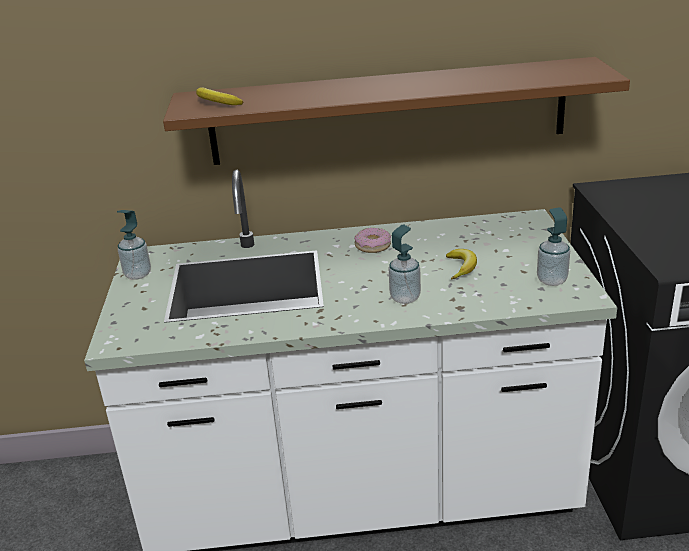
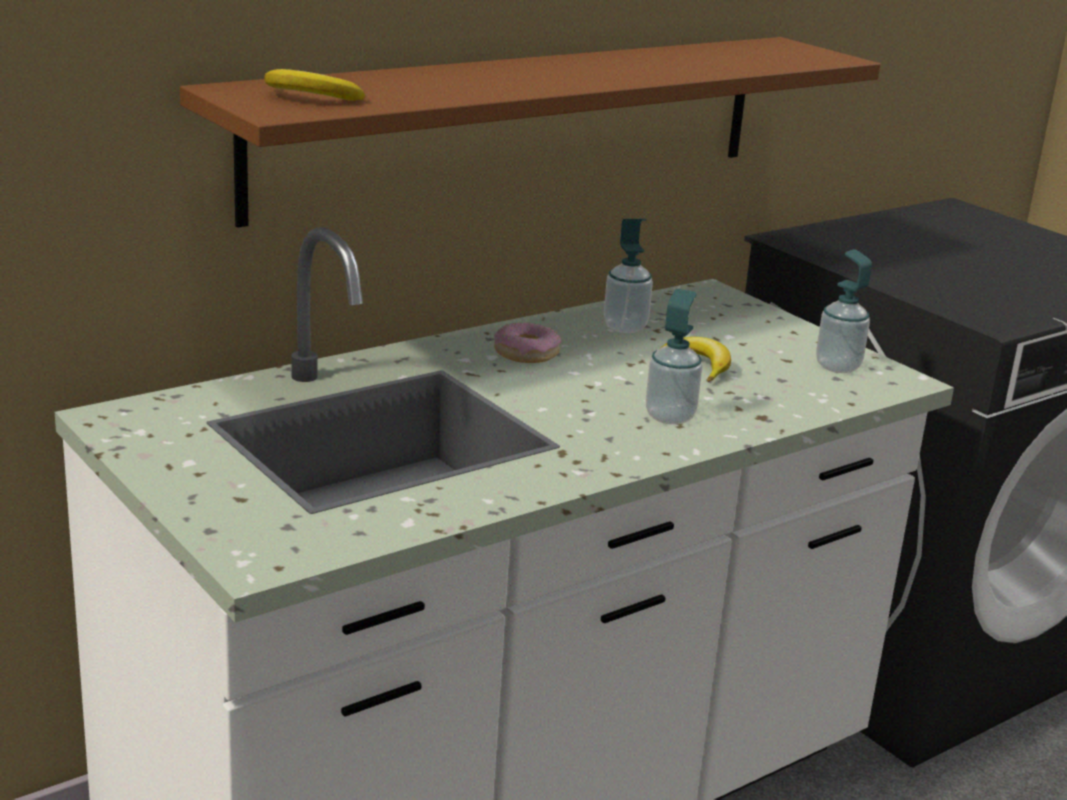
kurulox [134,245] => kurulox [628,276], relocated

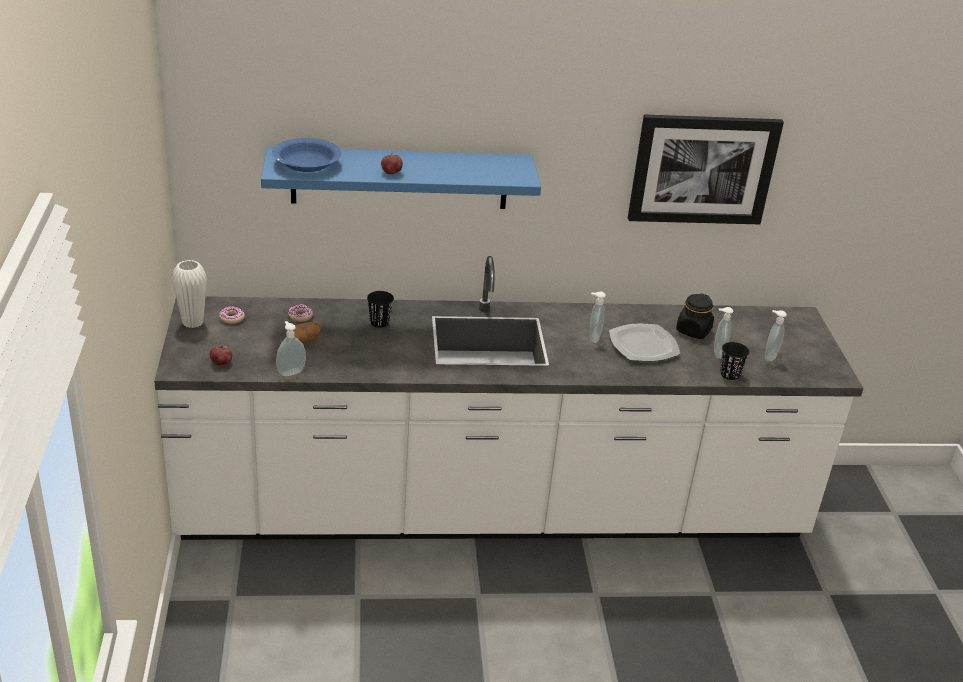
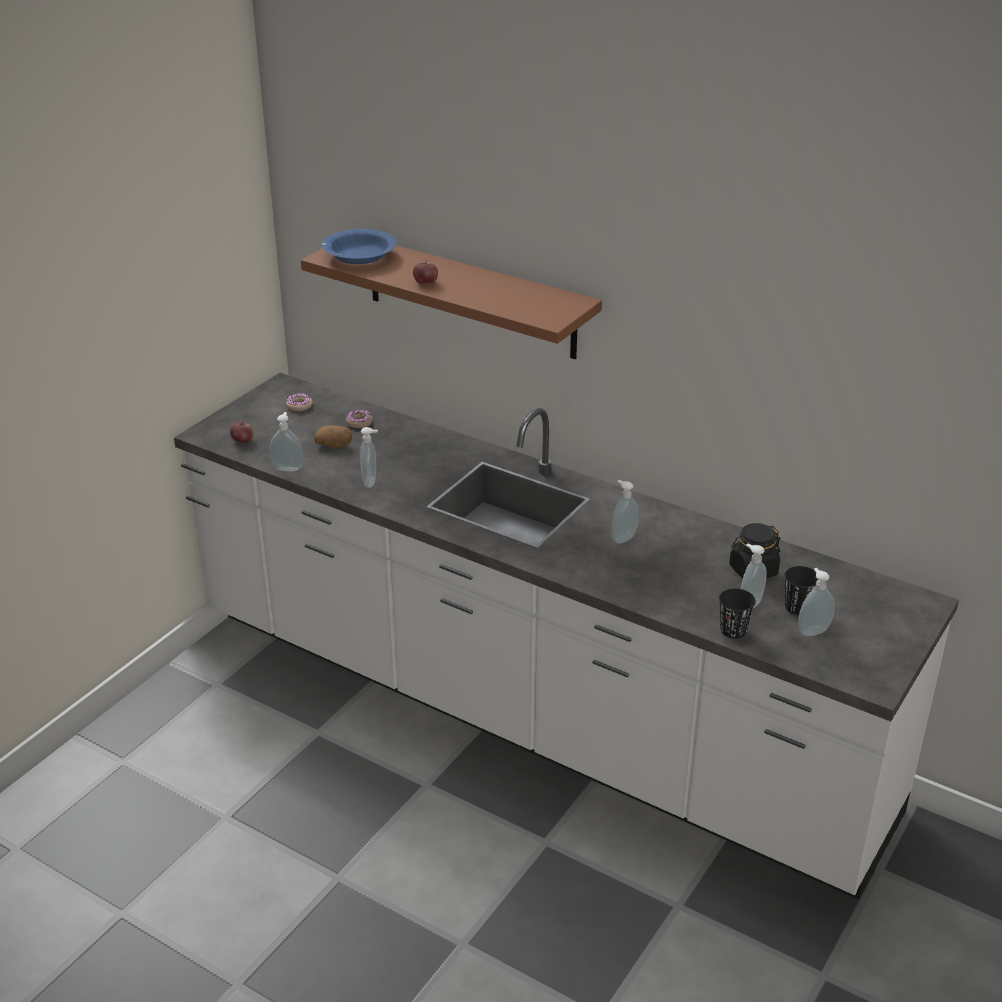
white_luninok [189,294] => nothing
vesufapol [644,342] => nothing
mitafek [706,169] => nothing
nothing => kurulox [369,457]
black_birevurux [380,309] => black_birevurux [801,590], relocated
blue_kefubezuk [401,177] => brown_kefubezuk [451,302]

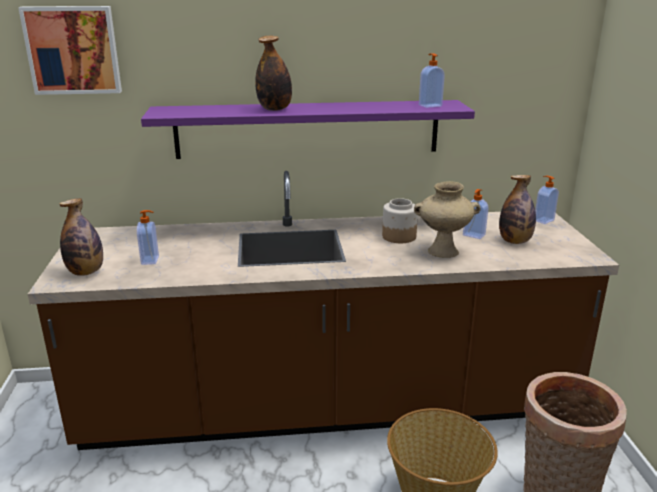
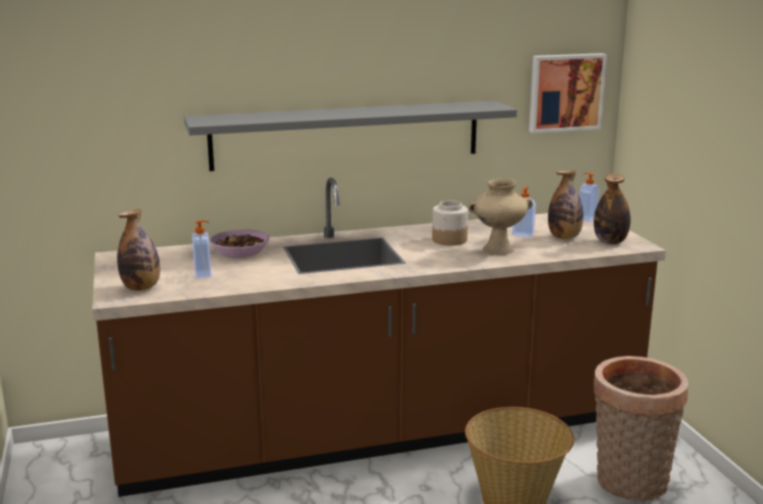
kurulox [432,80] => nothing
nothing => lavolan [239,243]
mitafek [70,50] => mitafek [568,93], relocated
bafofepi [273,73] => bafofepi [612,209], relocated
purple_kefubezuk [308,129] => grey_kefubezuk [350,136]

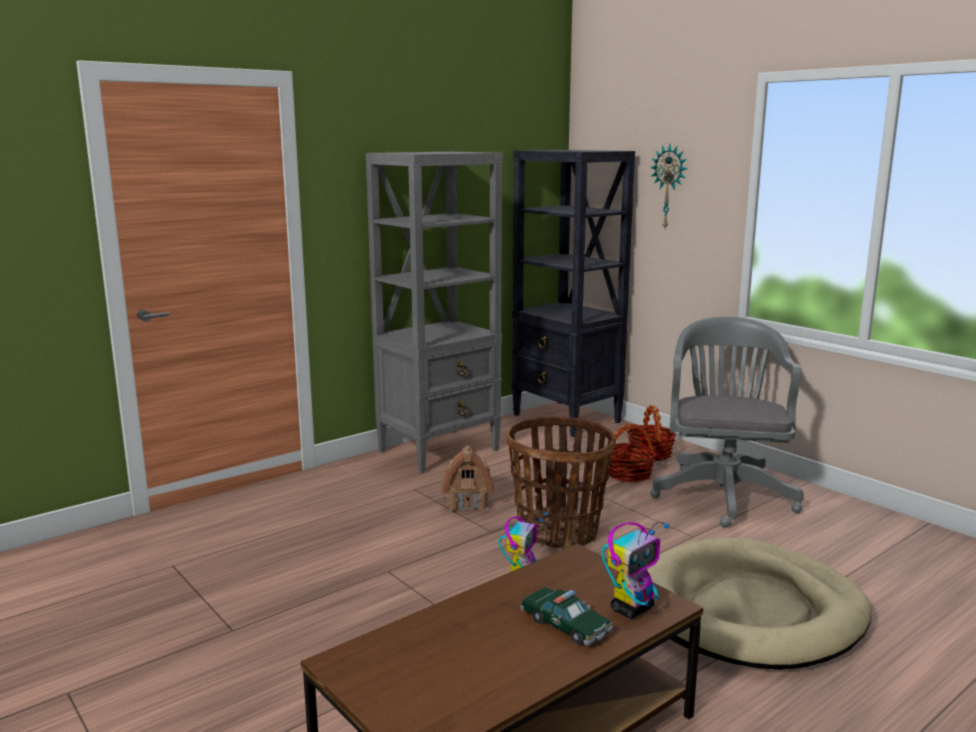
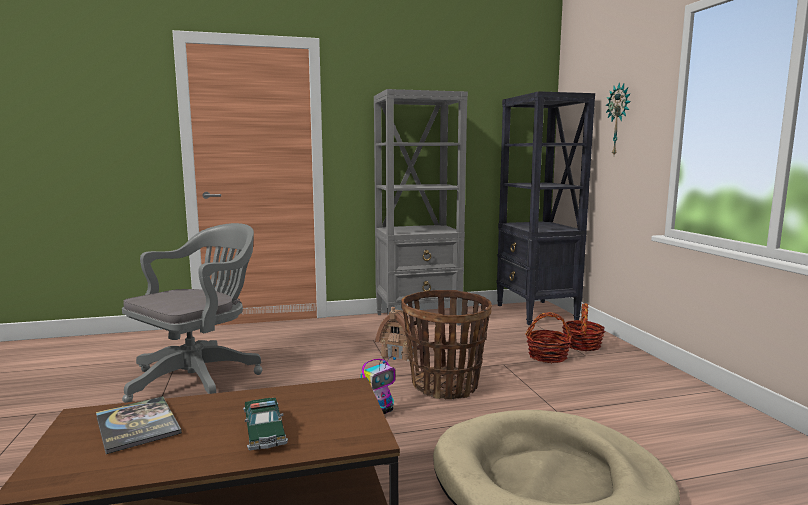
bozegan [635,570] => nothing
nothing => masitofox [139,425]
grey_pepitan [727,422] => grey_pepitan [192,313], relocated

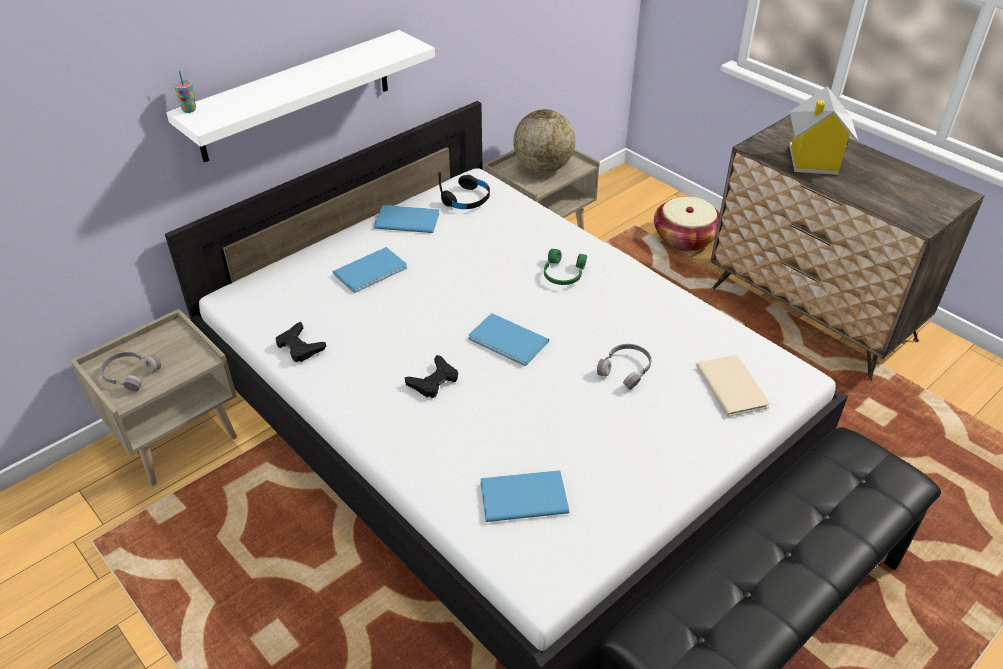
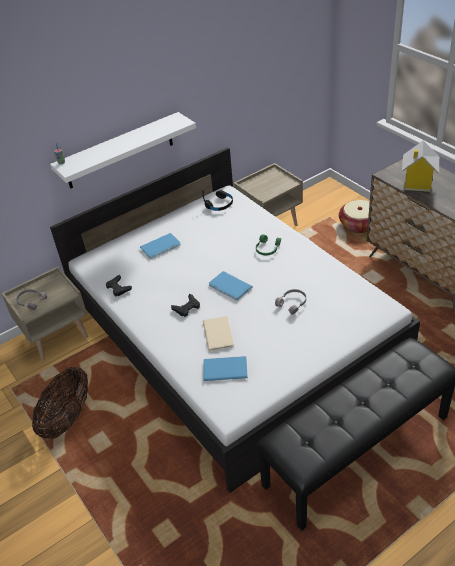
blue_masitofox [407,219] => nothing
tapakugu [544,141] => nothing
nothing => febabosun [60,403]
beige_masitofox [733,386] => beige_masitofox [218,333], relocated

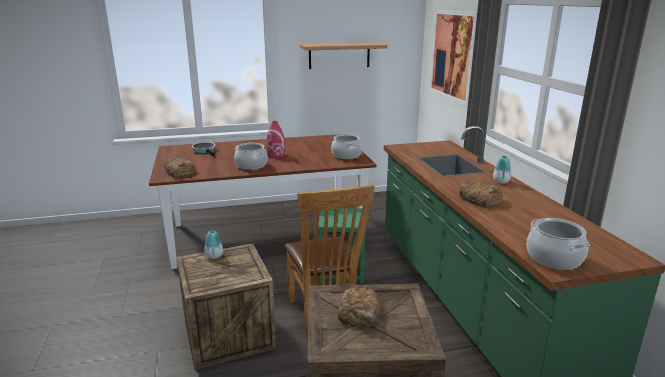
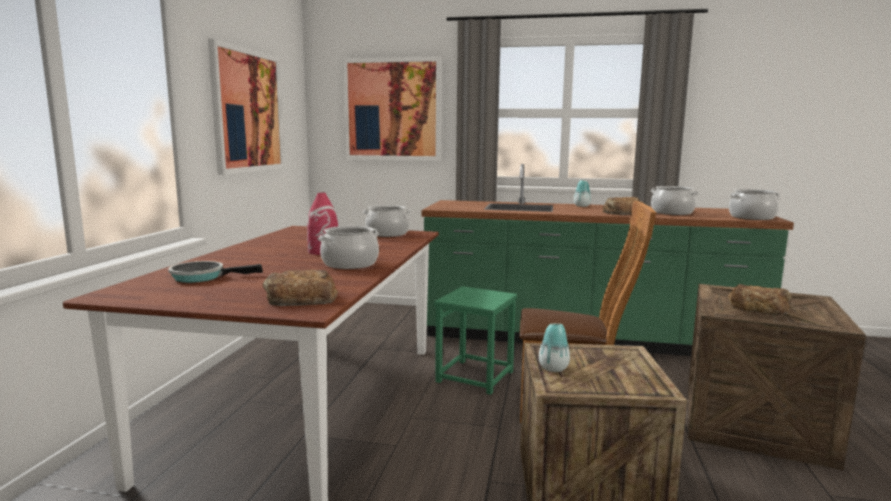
nothing => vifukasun [675,200]
kefubezuk [343,55] => mitafek [246,107]

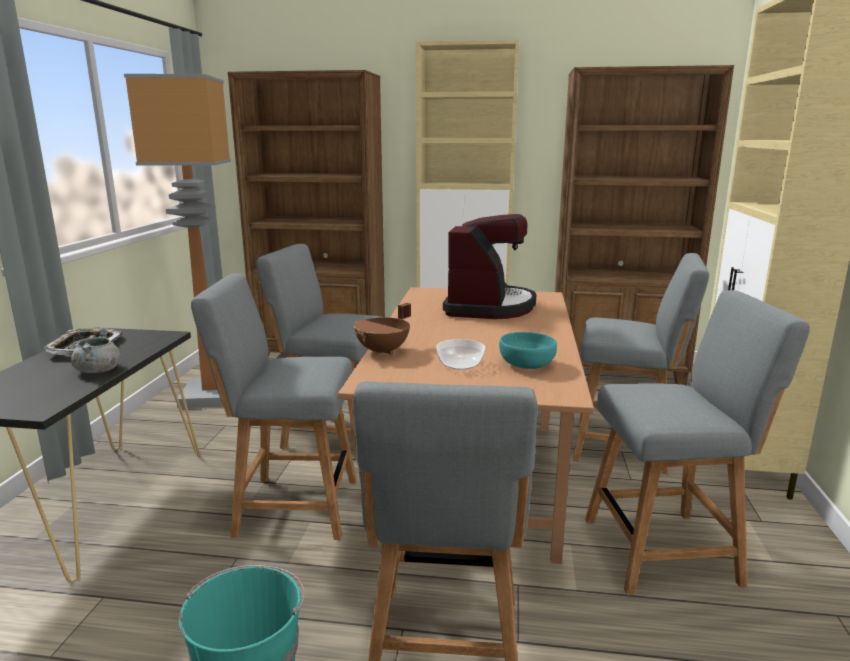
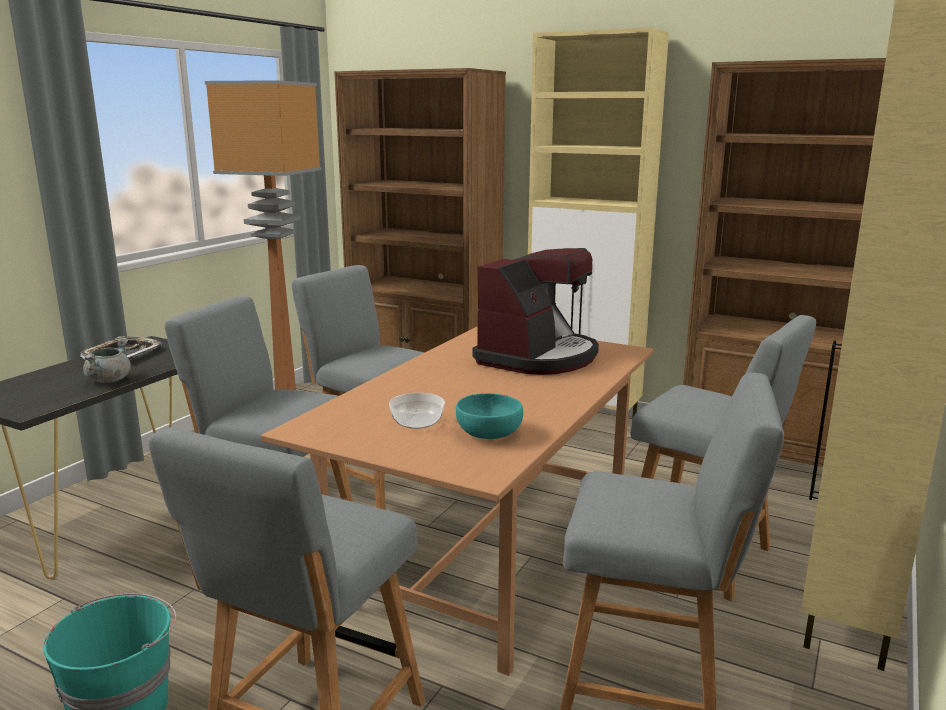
brown_vifukasun [382,329] => nothing

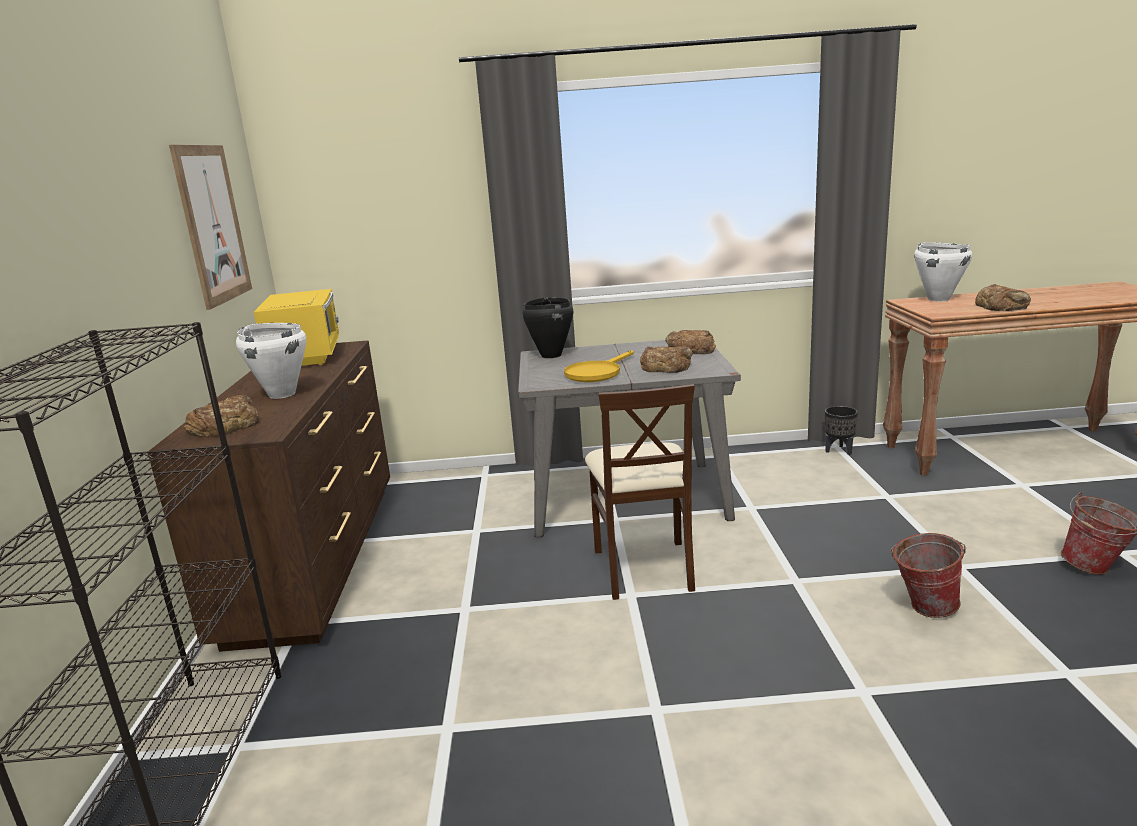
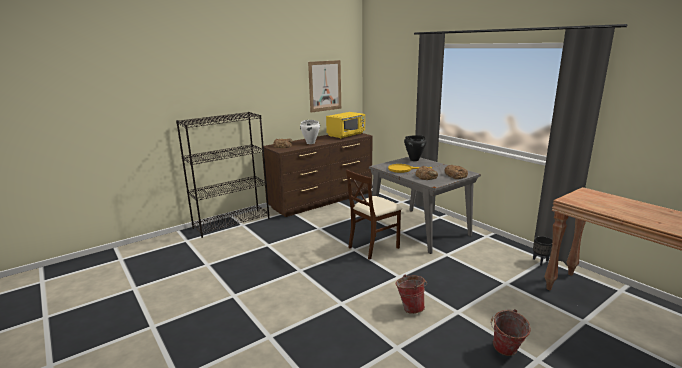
white_vifukasun [943,271] => nothing
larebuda [1003,297] => nothing

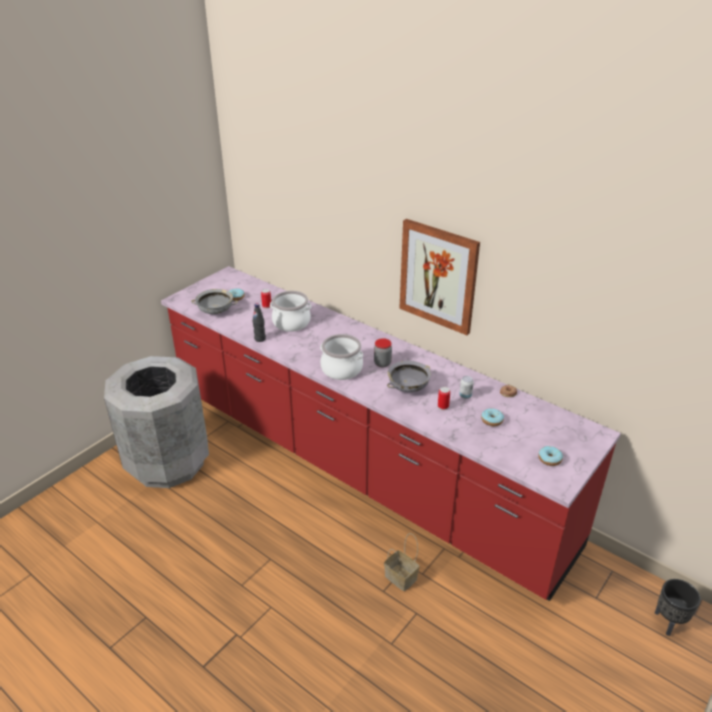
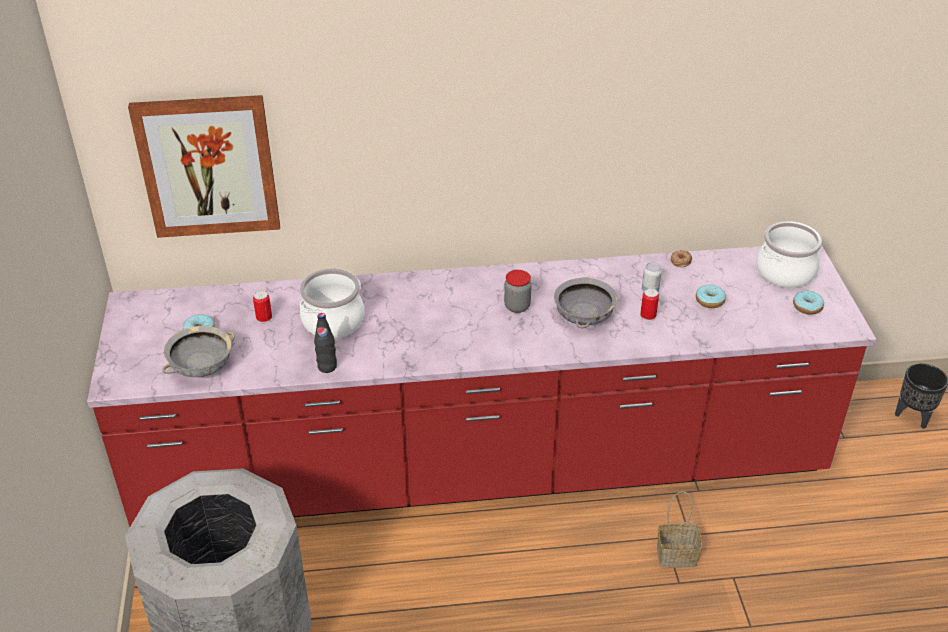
vifukasun [341,357] => vifukasun [789,254], relocated
mitafek [439,277] => mitafek [204,166], relocated

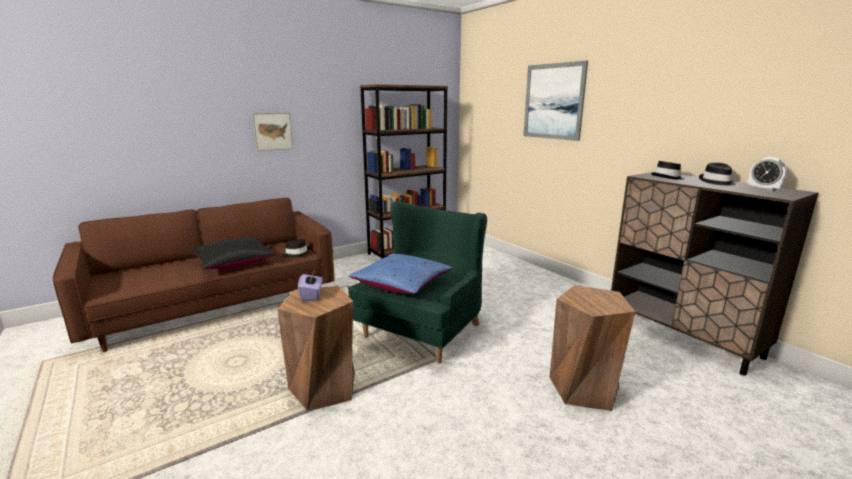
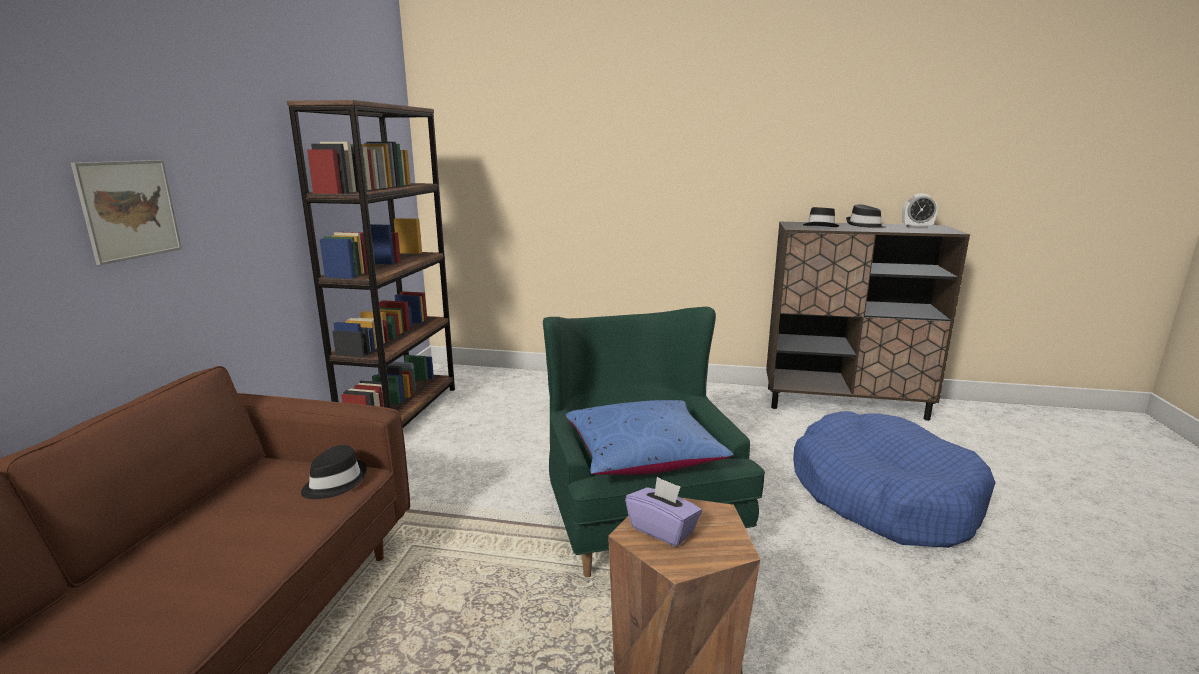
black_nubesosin [233,253] => nothing
mitafek [555,100] => nothing
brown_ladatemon [592,348] => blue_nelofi [894,479]

